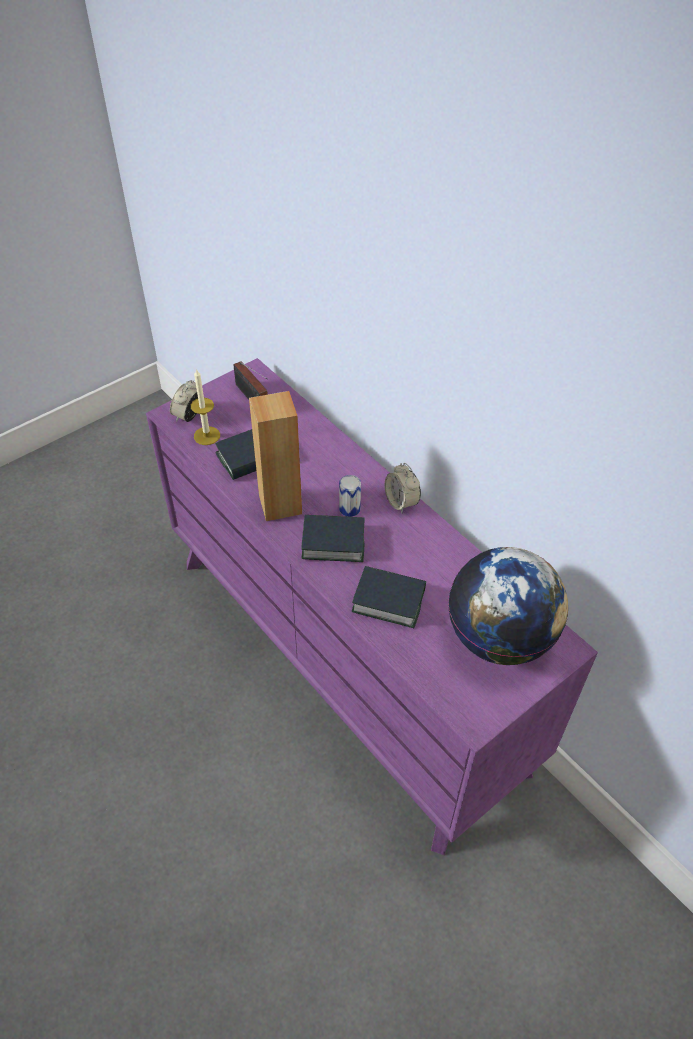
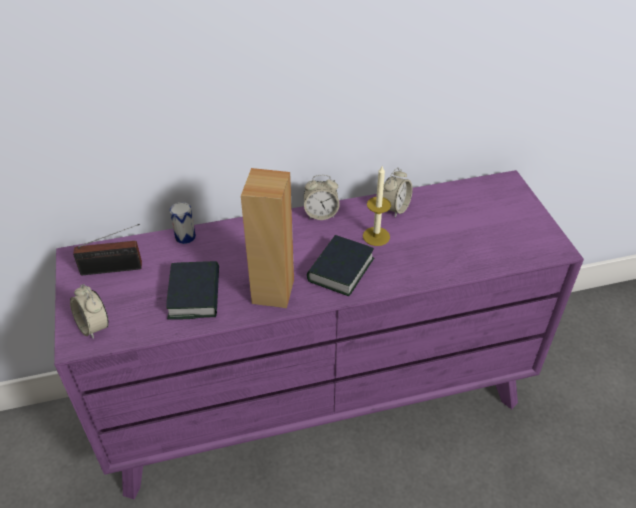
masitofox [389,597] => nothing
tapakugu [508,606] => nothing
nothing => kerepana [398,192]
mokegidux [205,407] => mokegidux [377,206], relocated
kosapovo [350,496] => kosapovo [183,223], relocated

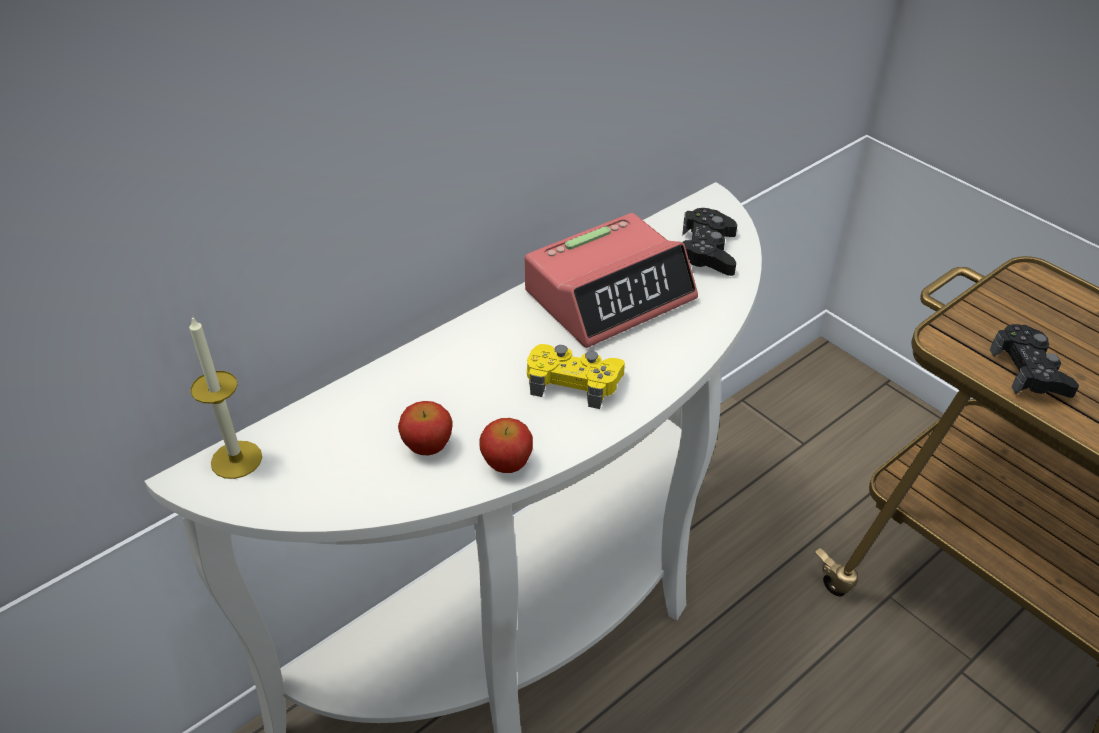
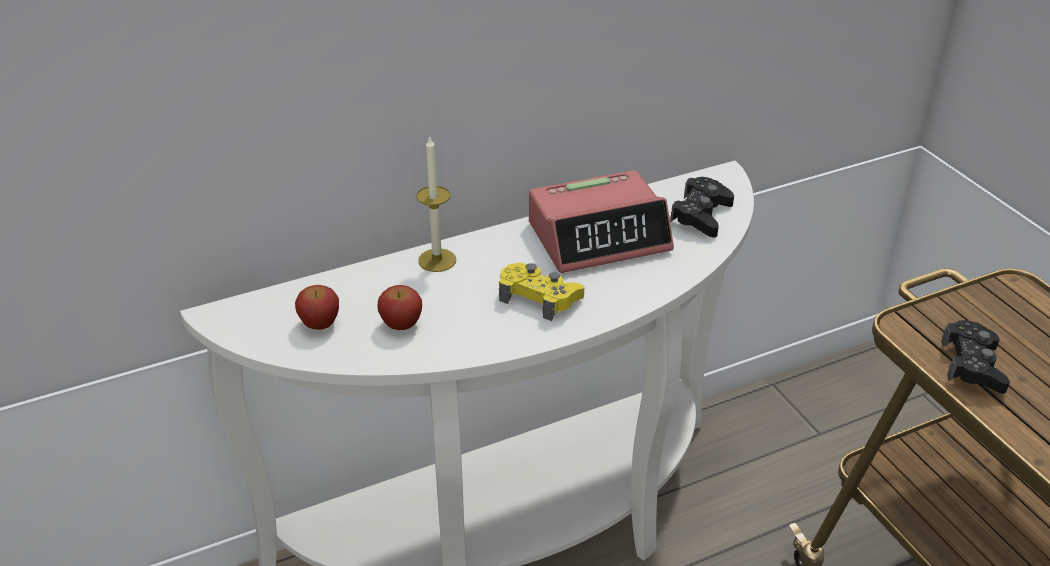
mokegidux [225,397] => mokegidux [436,204], relocated
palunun [506,445] => palunun [317,307], relocated

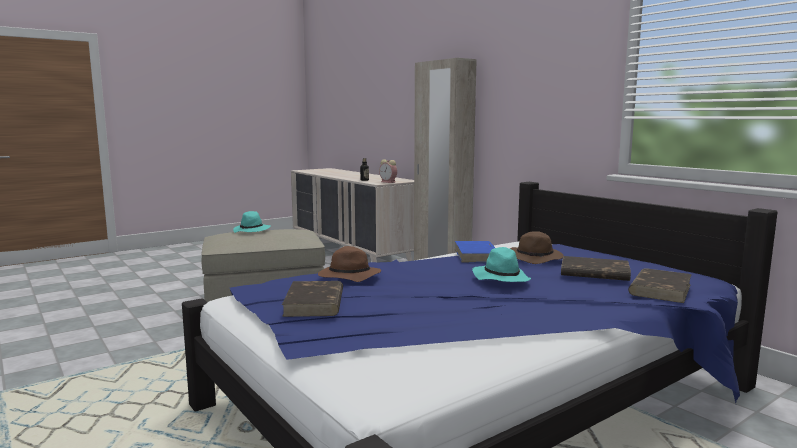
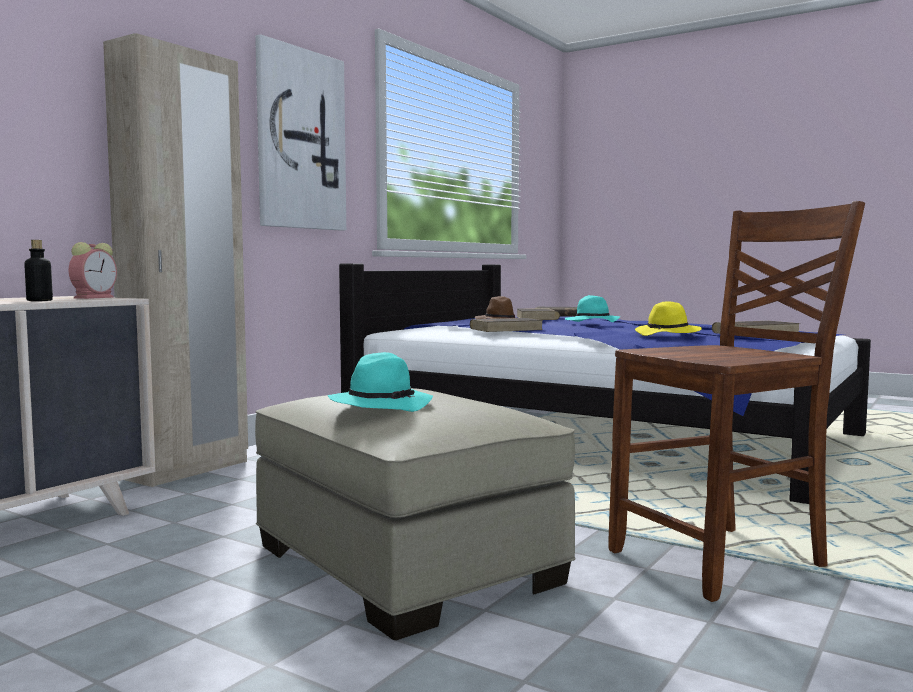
nothing => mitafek [300,132]
nothing => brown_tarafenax [736,401]
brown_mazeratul [349,264] => yellow_mazeratul [668,319]
blue_masitofox [475,252] => brown_masitofox [507,325]

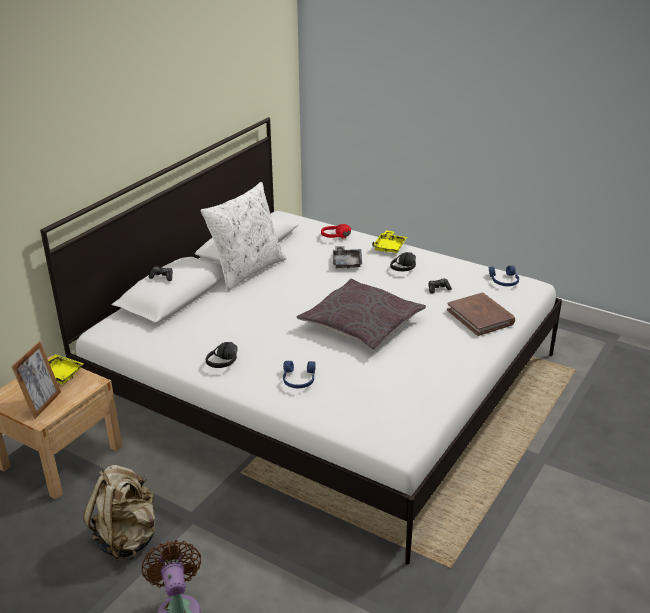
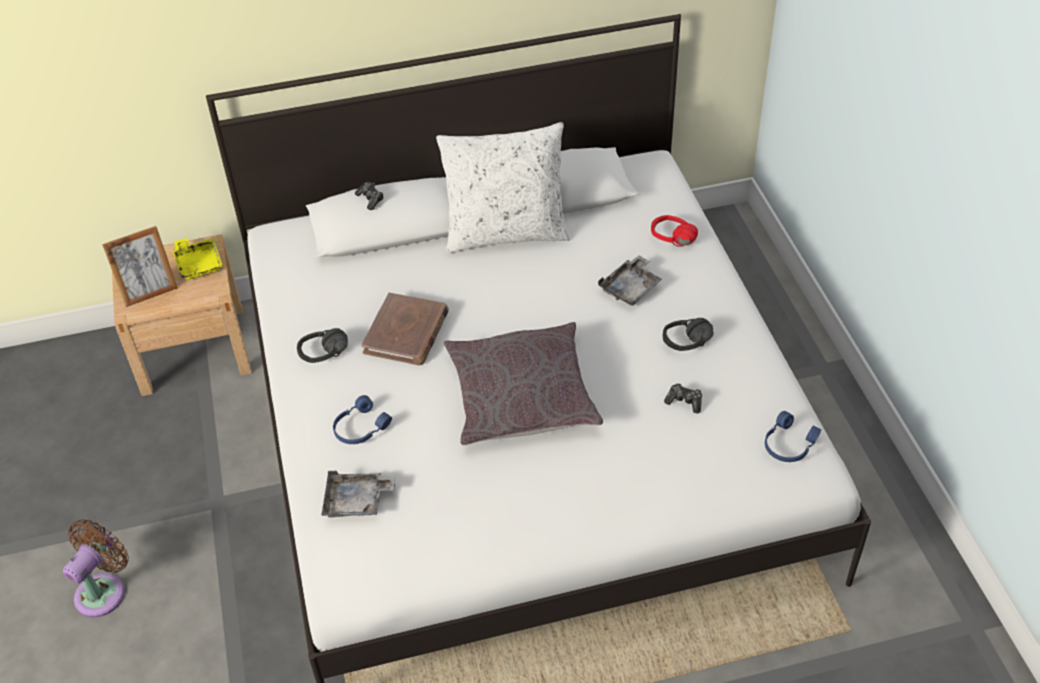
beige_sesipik [120,513] => nothing
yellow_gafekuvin [389,241] => nothing
nothing => grey_gafekuvin [358,494]
brown_masitofox [481,314] => brown_masitofox [405,329], relocated

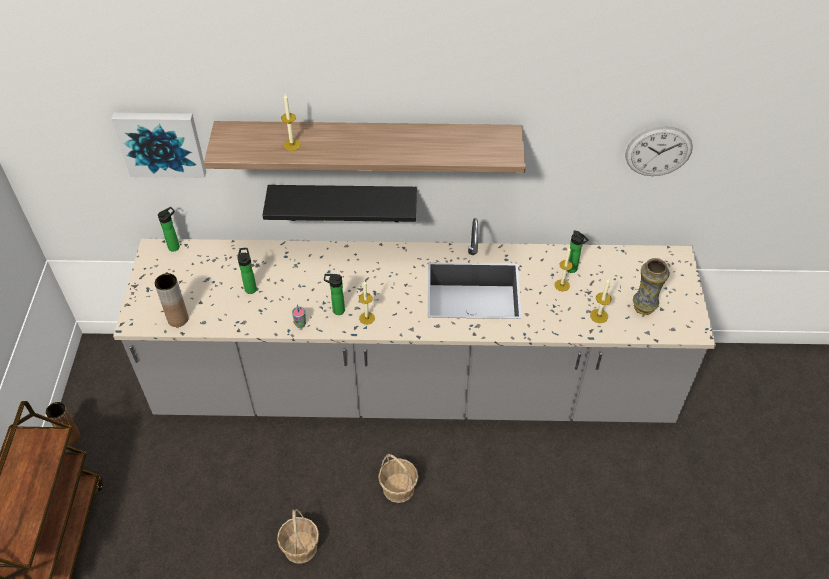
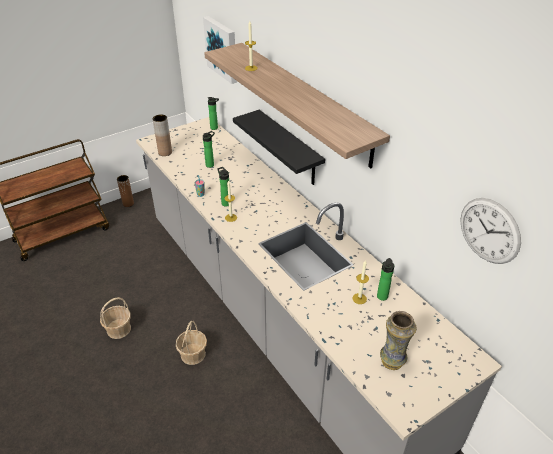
mokegidux [601,301] => nothing

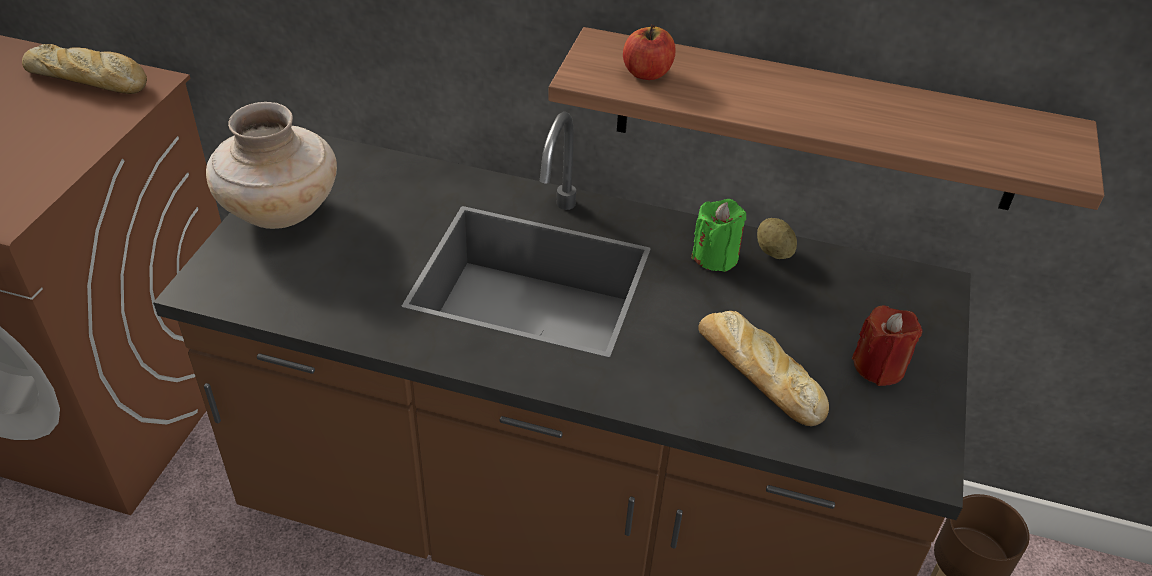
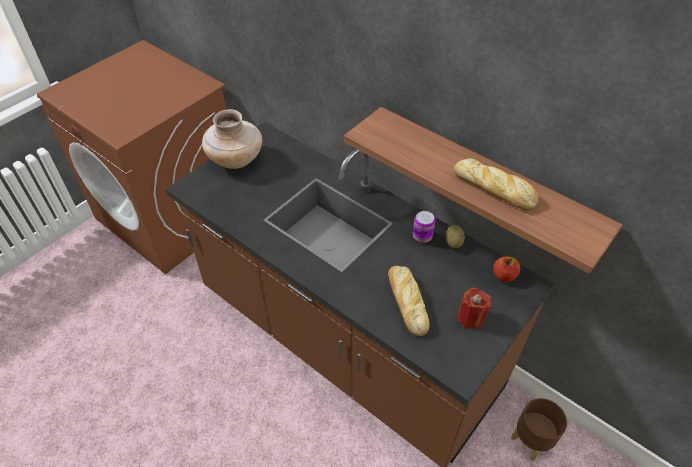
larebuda [84,69] => larebuda [496,184], relocated
palunun [649,52] => palunun [506,269], relocated
green_mokegidux [718,235] => kosapovo [424,227]

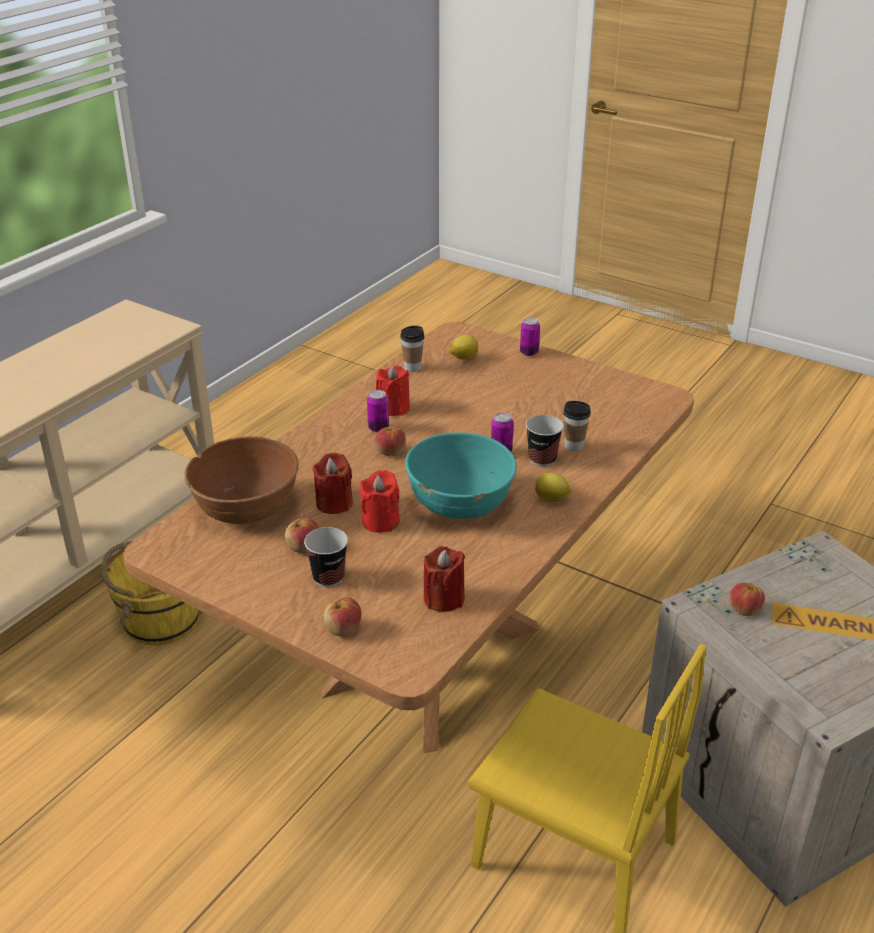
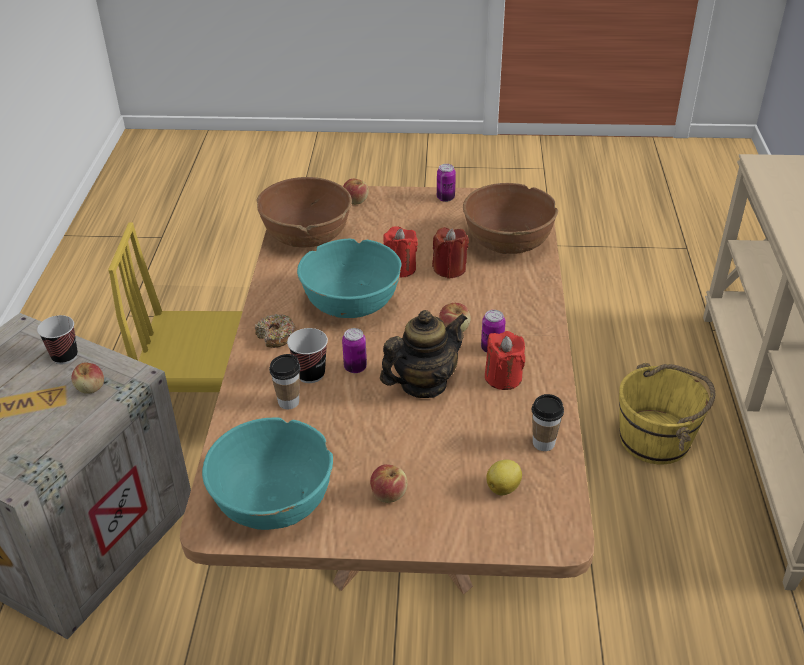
nothing => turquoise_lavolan [267,474]
nothing => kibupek [424,354]
palunun [302,535] => palunun [388,483], relocated
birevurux [326,557] => birevurux [57,339], relocated
kosapovo [530,337] => kosapovo [446,183], relocated
red_mokegidux [444,579] => brown_lavolan [304,212]
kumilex [553,487] => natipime [275,331]

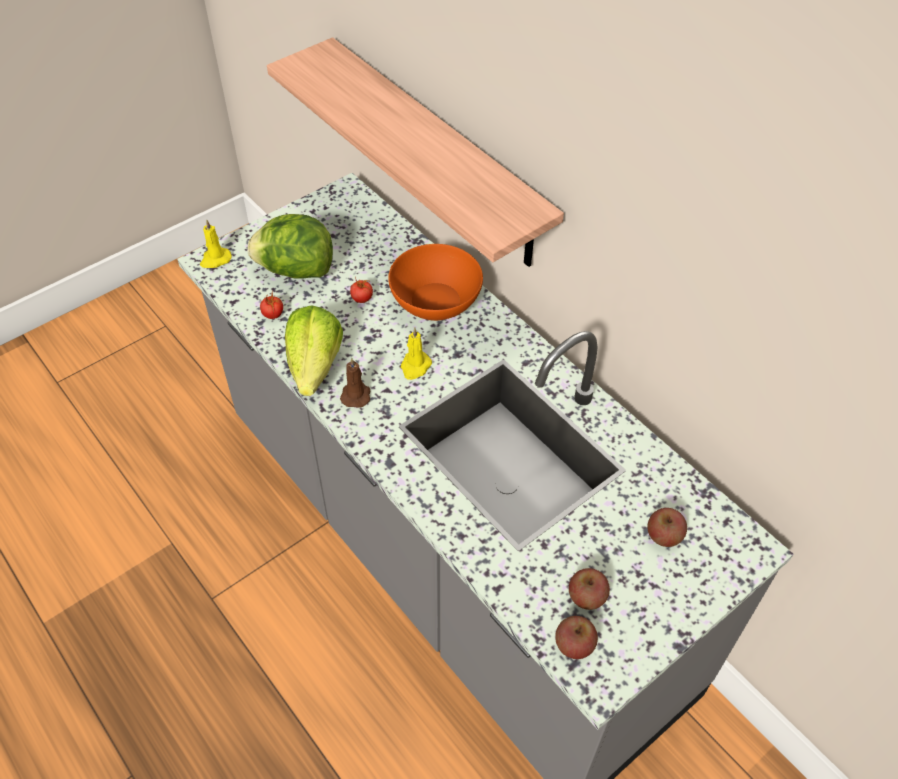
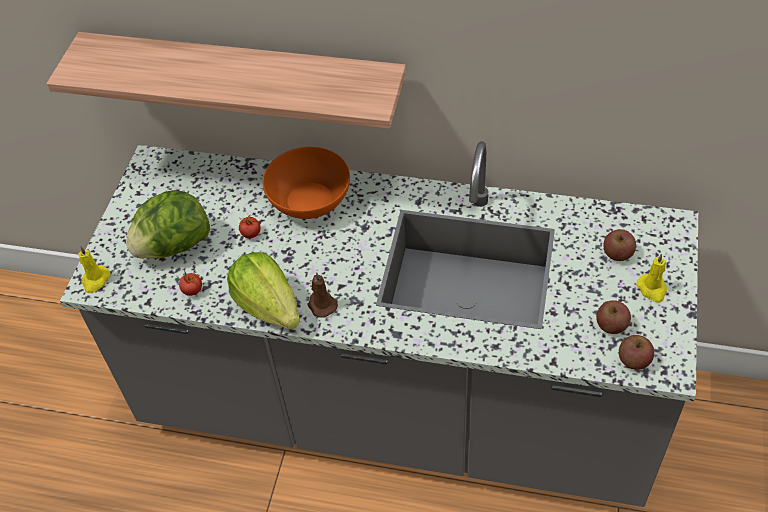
yellow_mokegidux [416,353] => yellow_mokegidux [651,278], relocated

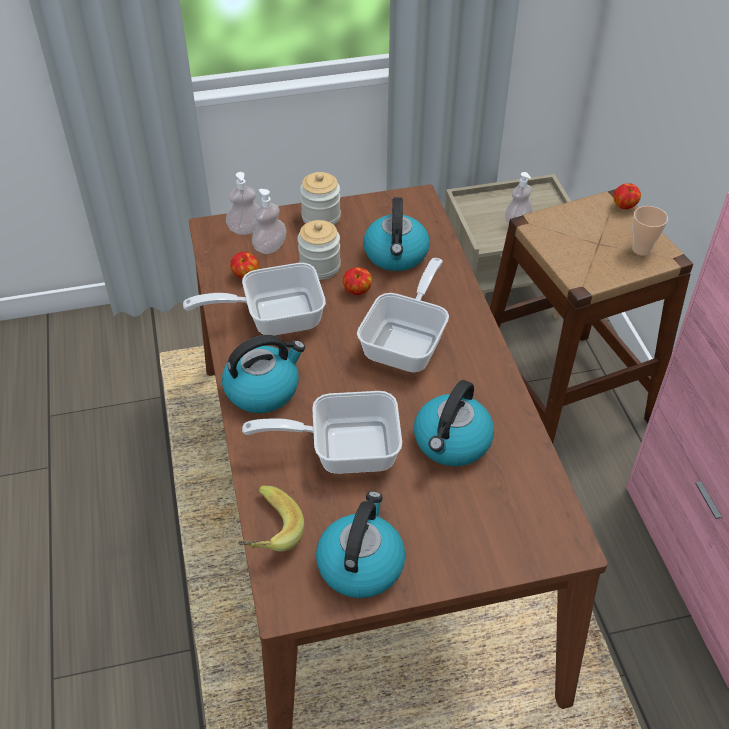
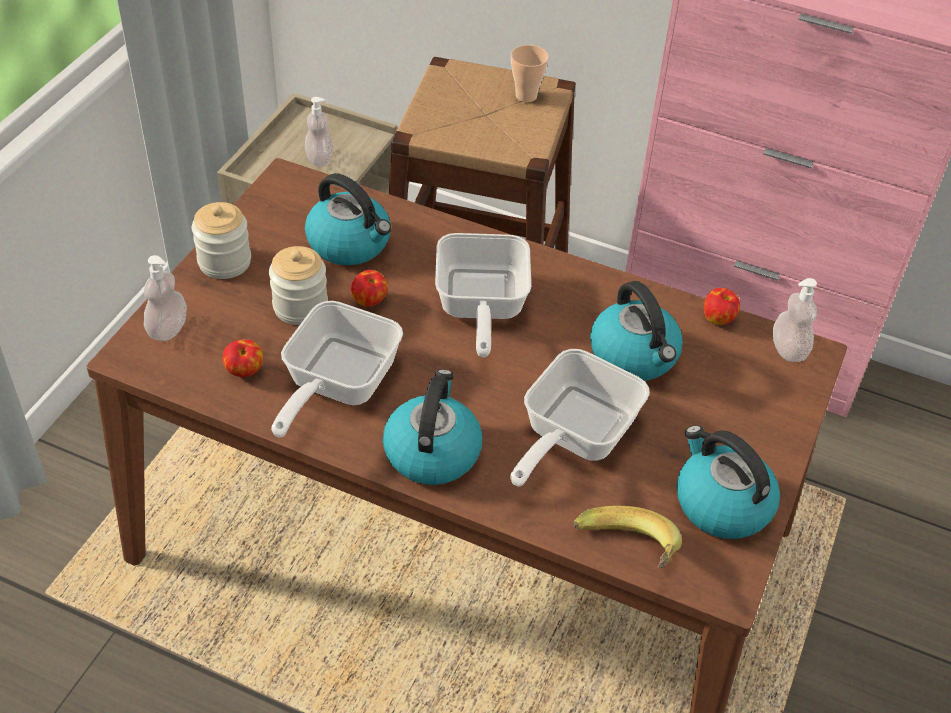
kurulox [269,221] => kurulox [795,320], relocated
palunun [627,196] => palunun [722,306], relocated
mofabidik [403,315] => mofabidik [483,295], 150 degrees counterclockwise

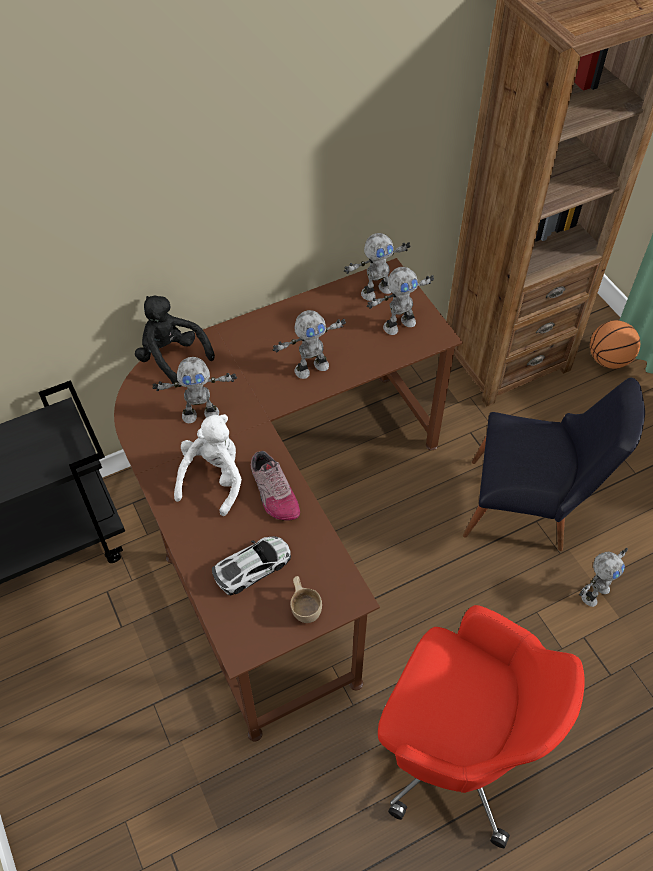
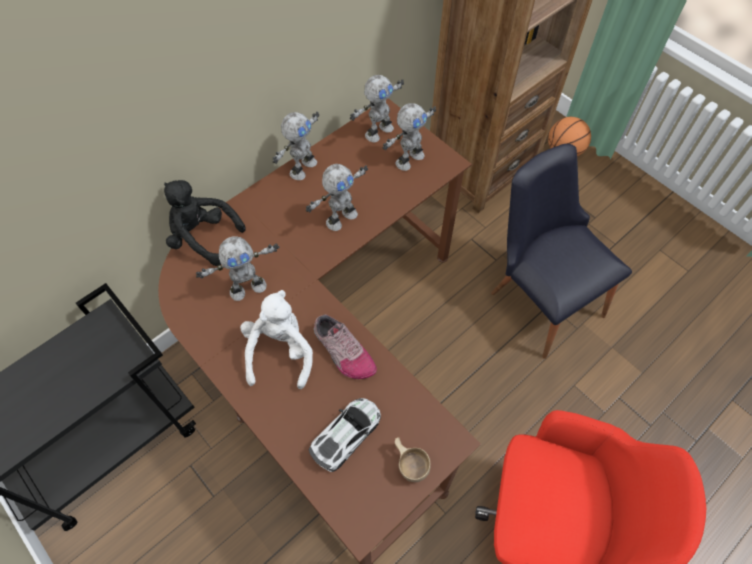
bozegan [603,577] => bozegan [295,145], relocated
black_tarafenax [554,464] => black_tarafenax [561,251], 120 degrees counterclockwise

